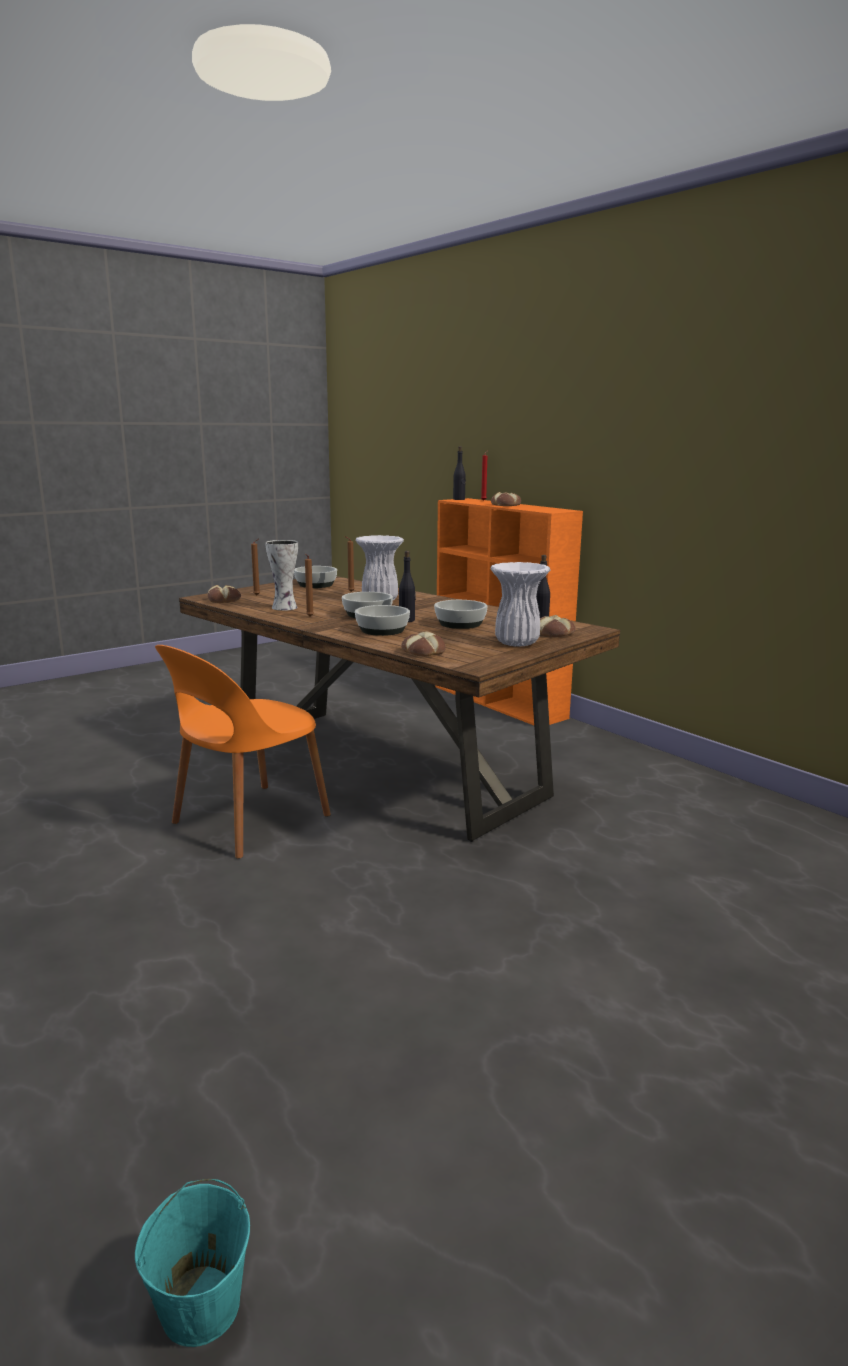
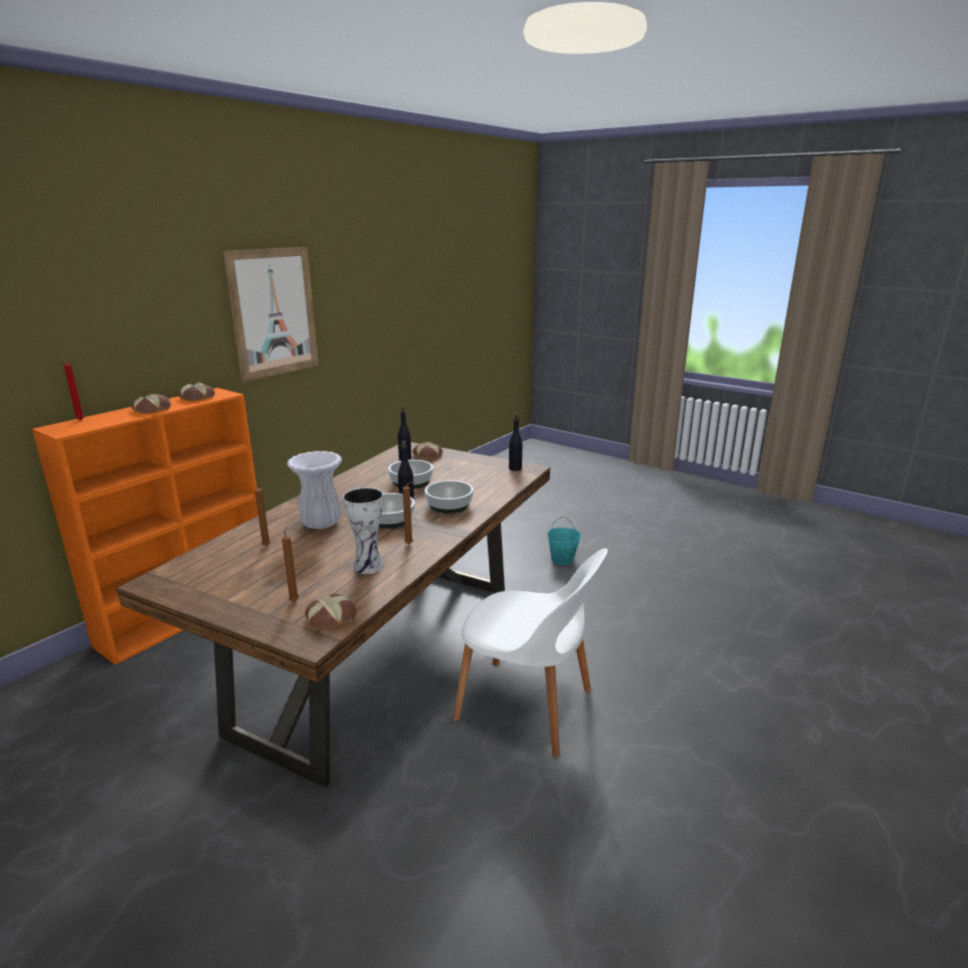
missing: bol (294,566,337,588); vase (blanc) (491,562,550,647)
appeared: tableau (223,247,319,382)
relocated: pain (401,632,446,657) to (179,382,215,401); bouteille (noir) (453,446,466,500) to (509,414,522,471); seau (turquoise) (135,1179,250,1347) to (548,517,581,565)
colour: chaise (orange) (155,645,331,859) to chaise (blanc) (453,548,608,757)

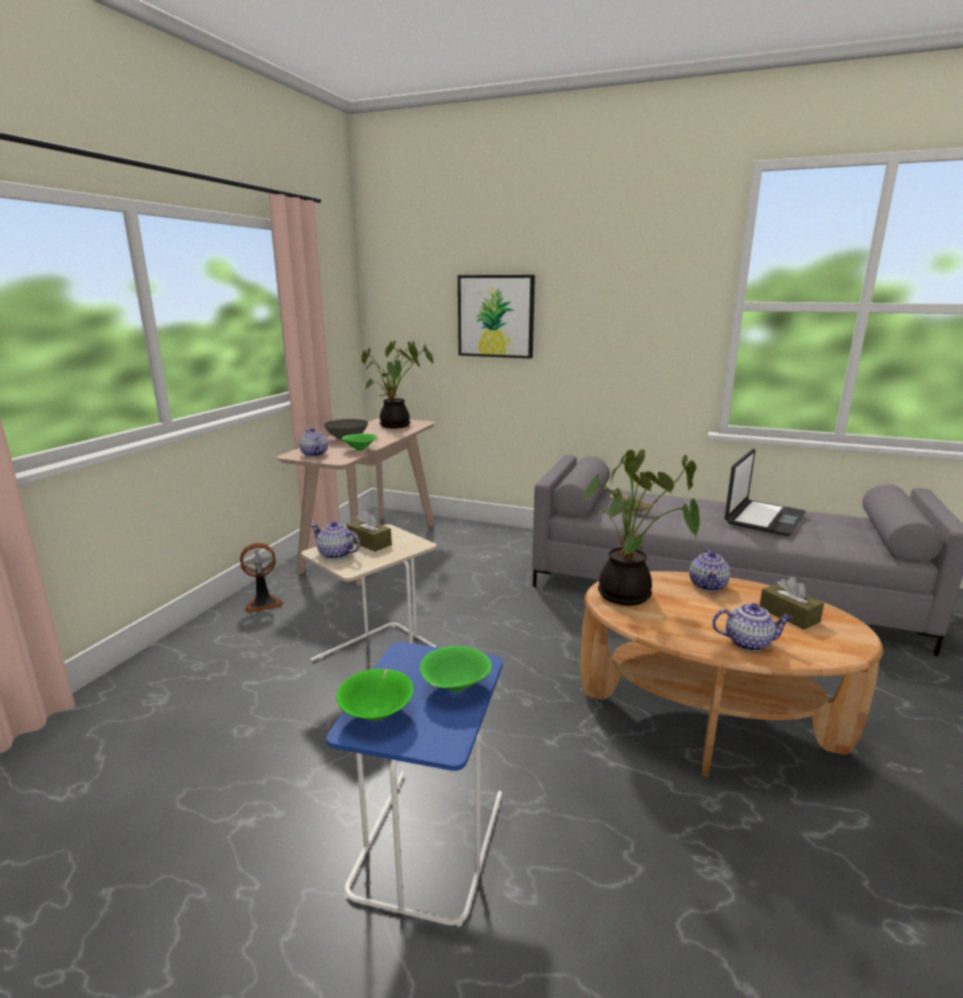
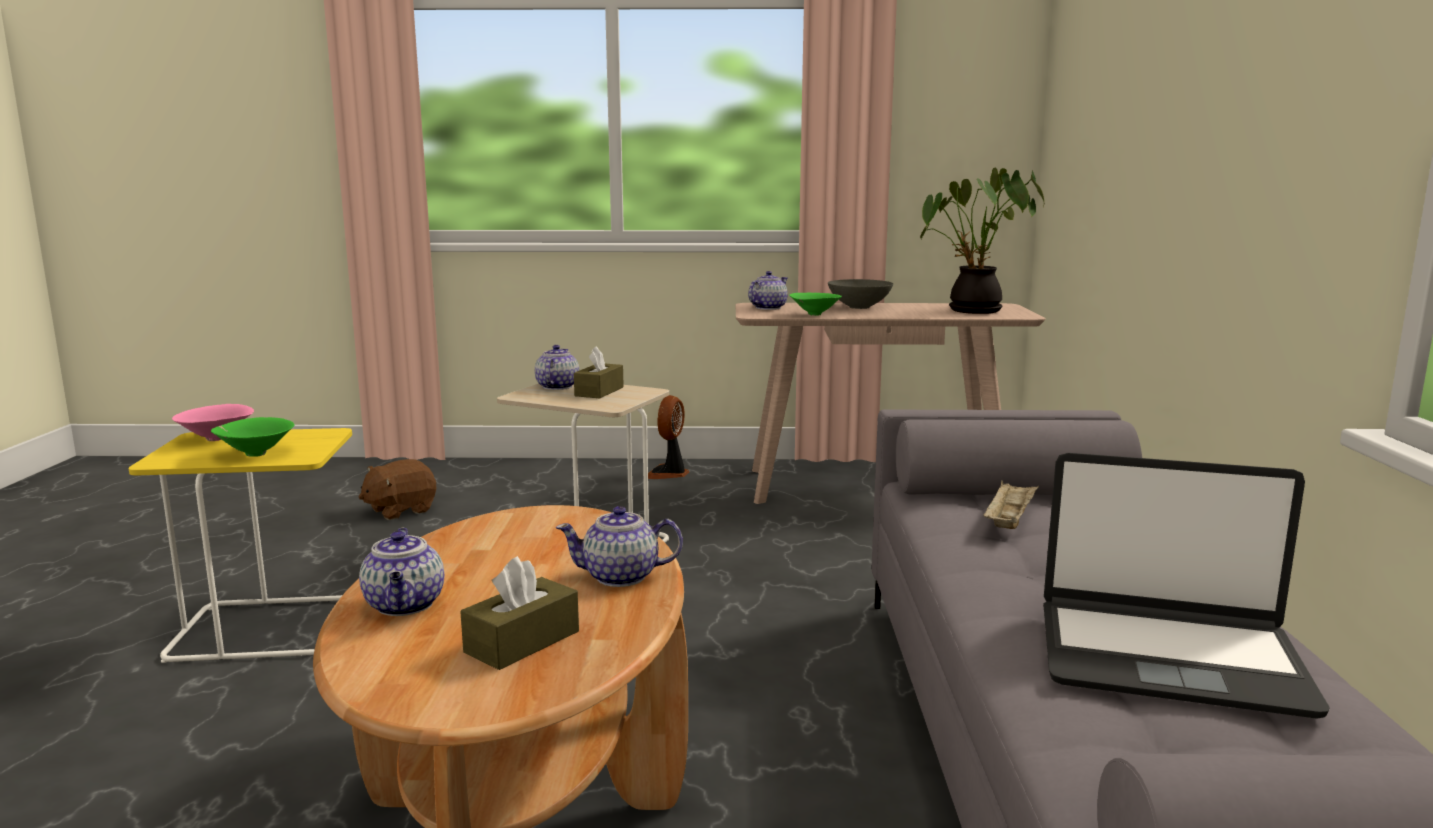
missing: tableau (458,275,535,359); plante en pot (582,449,700,606)
appeared: peluche (marron) (359,459,436,520)
colour: table d'appoint (bleu) (326,642,503,927) to table d'appoint (jaune) (128,428,352,663); bol (vert) (336,669,413,721) to bol (rose) (172,404,254,441)
spun: ventilateur (240,543,283,613) = (648,395,689,479) 60 degrees clockwise

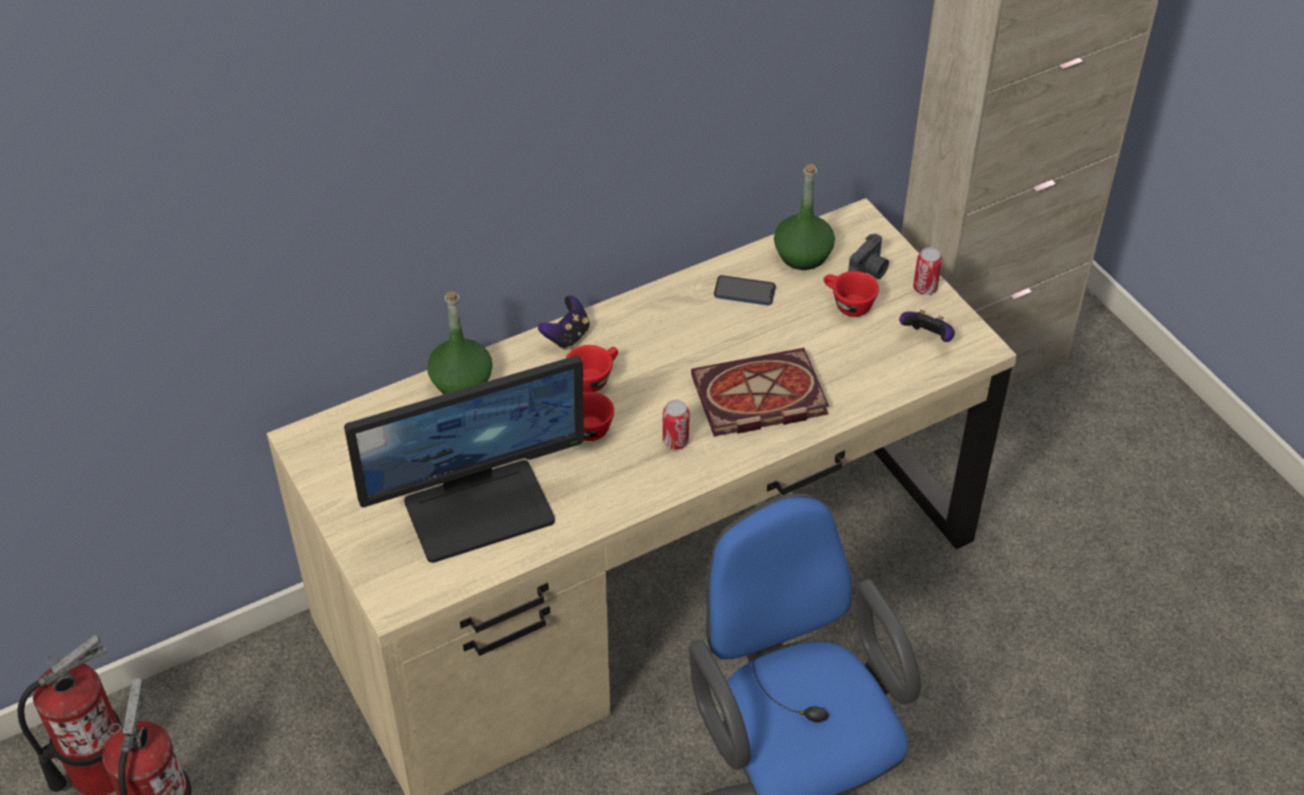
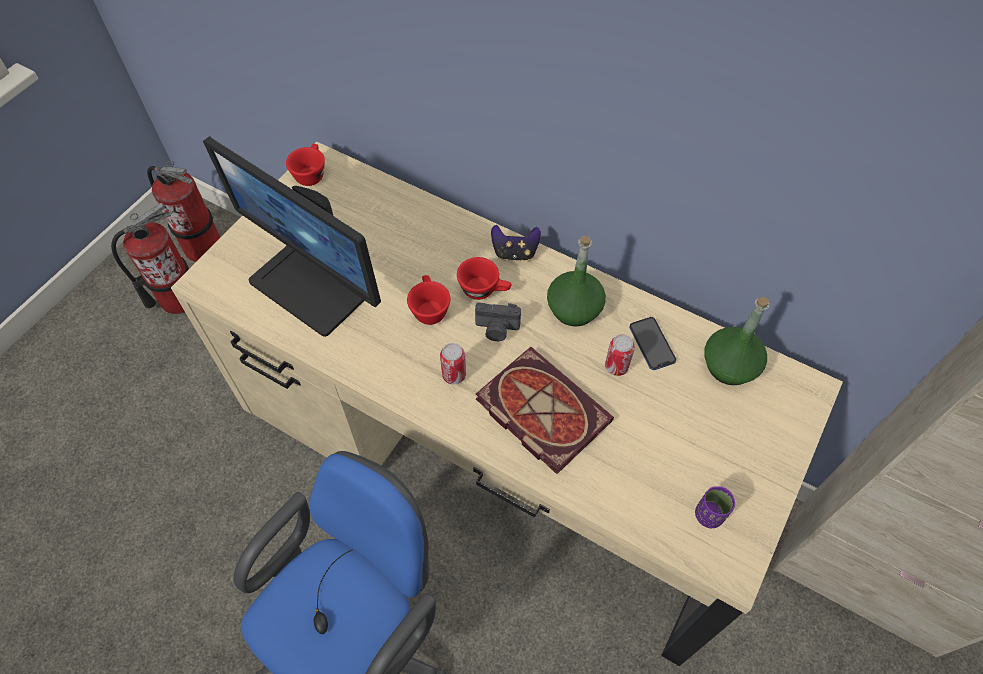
relocated: tasse (rouge) (824,271,879,317) to (286,144,325,186); appareil photo (848,234,889,279) to (475,303,521,341); bouteille (vert) (427,291,493,394) to (547,236,606,327); boîte métallique (913,247,942,295) to (605,334,635,376)
exchanged: manette (899,310,955,342) to tasse (violet) (695,486,735,528)

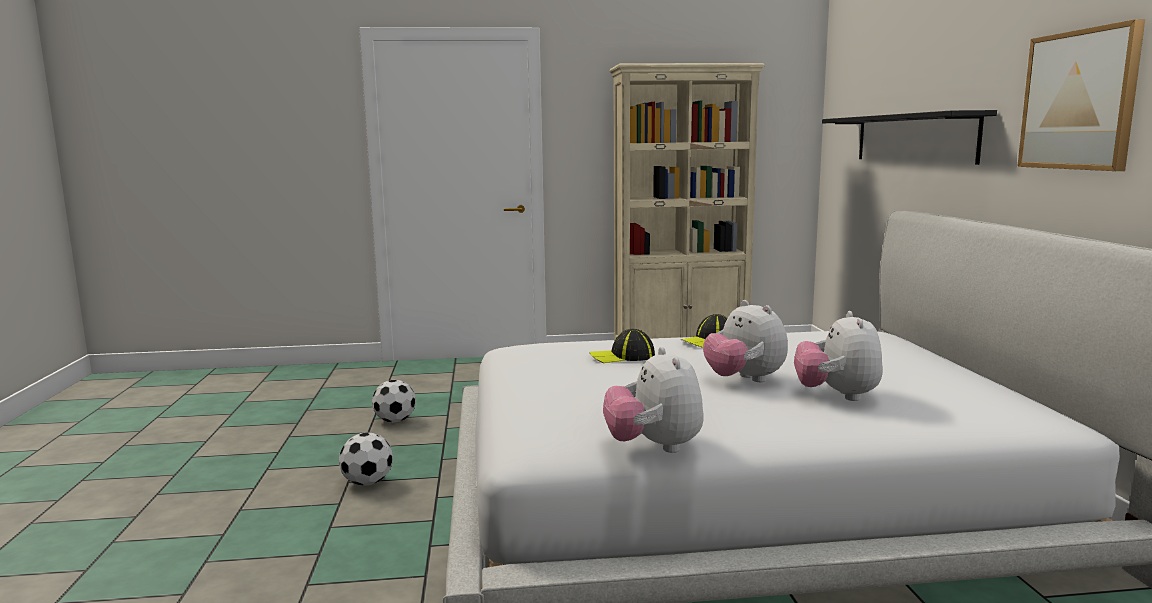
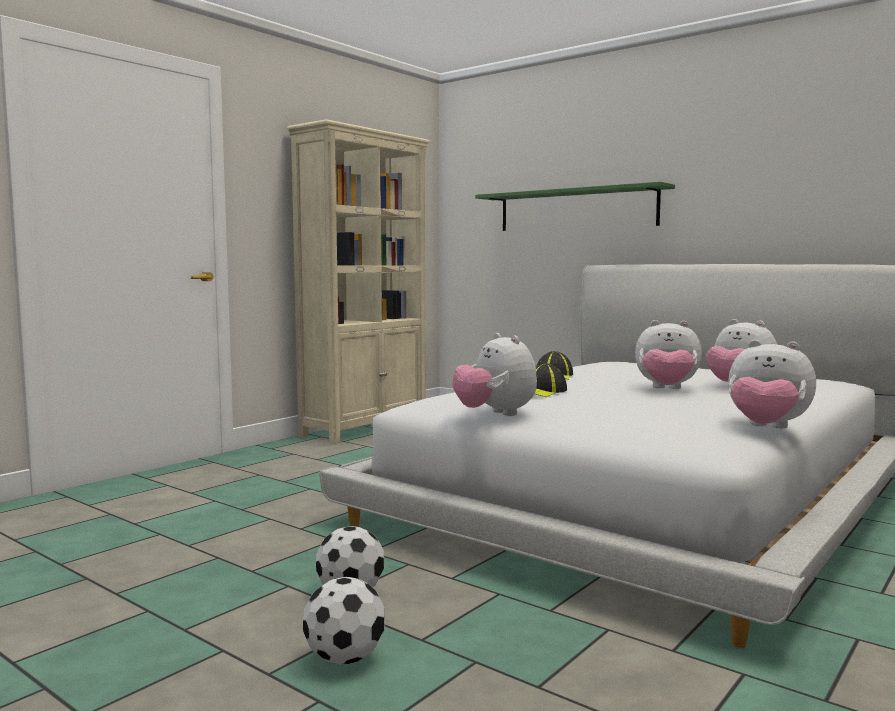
missing: tableau (1017,19,1145,171)
appeared: peluche (453,333,537,416)
relocated: ballon de foot (372,380,416,423) to (303,577,385,664)
colour: étagère (noir) (822,110,997,165) to étagère (vert) (475,182,675,231)

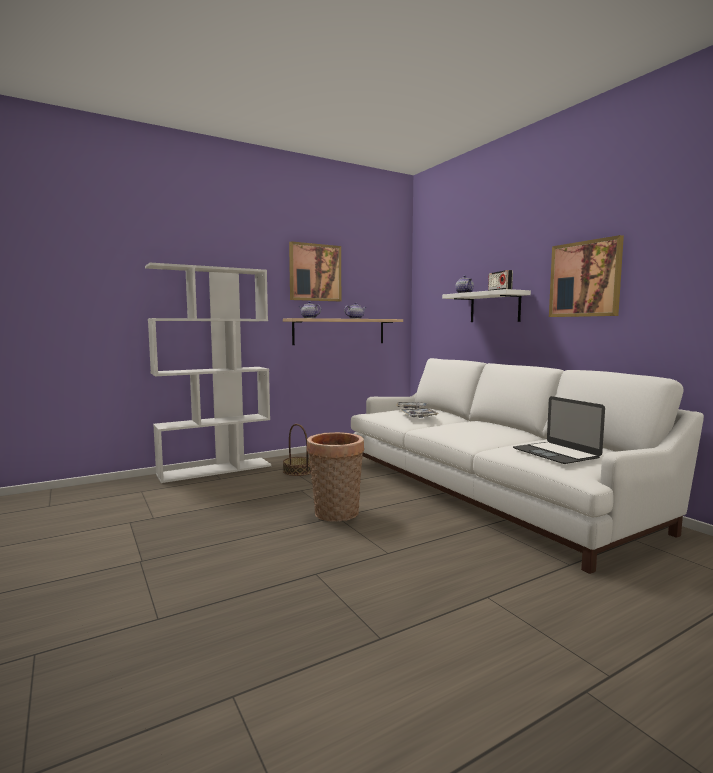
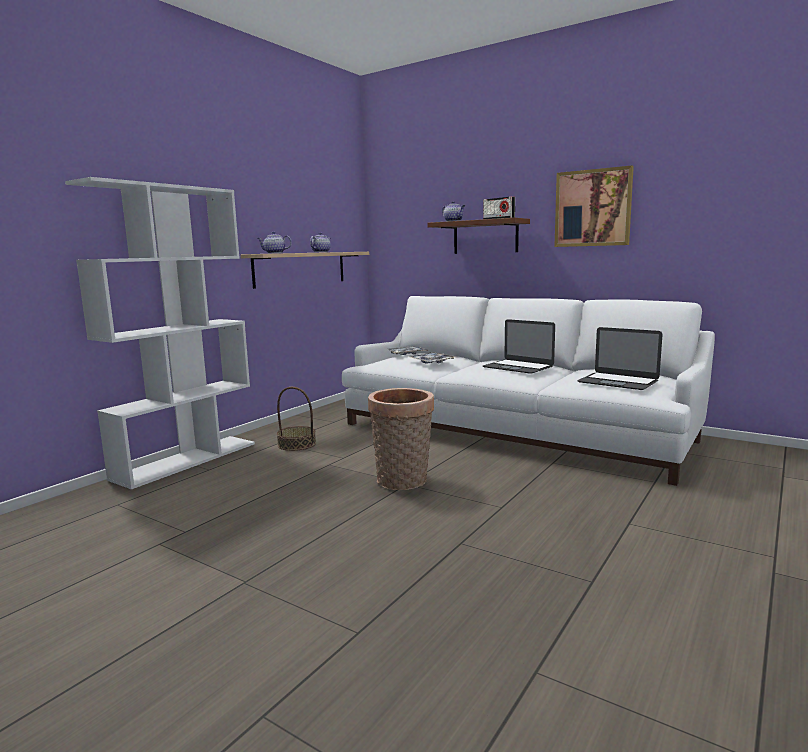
missing: tableau (289,241,341,301)
appeared: ordinateur portable (483,319,555,374)
colour: étagère (blanc) (442,289,531,322) to étagère (marron) (428,218,530,254)

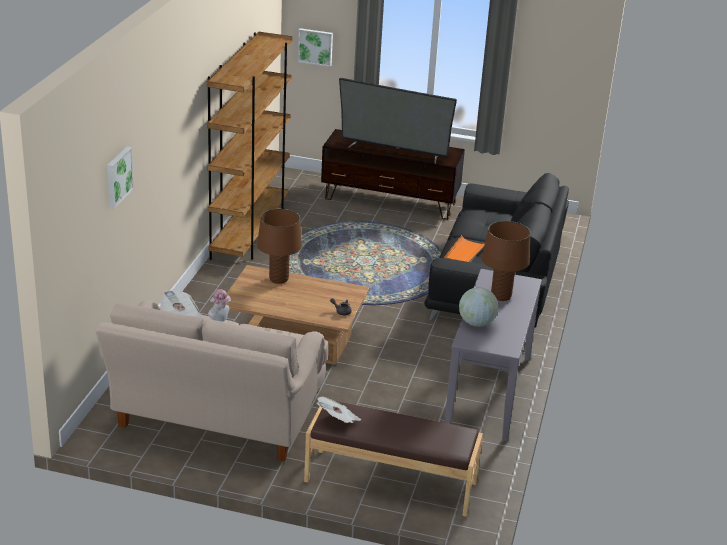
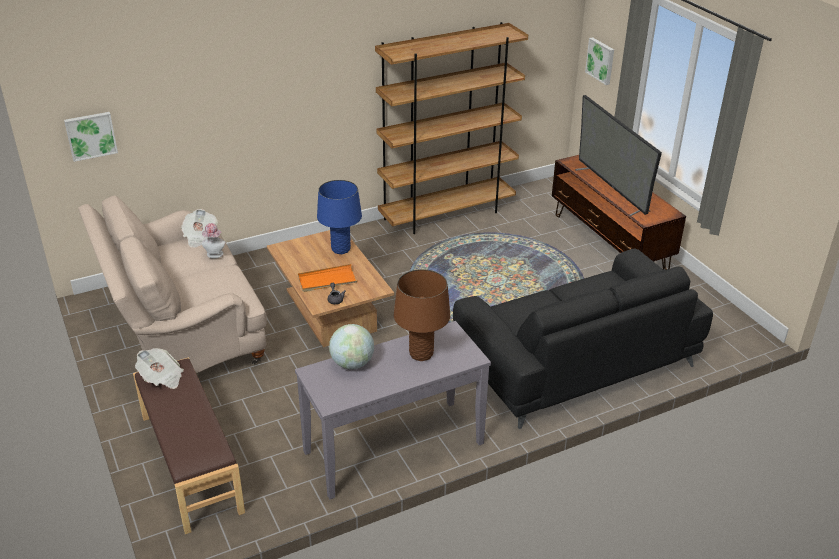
relocated: tableau (107,146,134,208) to (64,112,118,162); plateau (orange) (444,235,485,262) to (298,264,358,292)
colour: lampe de table (marron) (257,209,302,284) to lampe de table (bleu) (317,180,362,254)

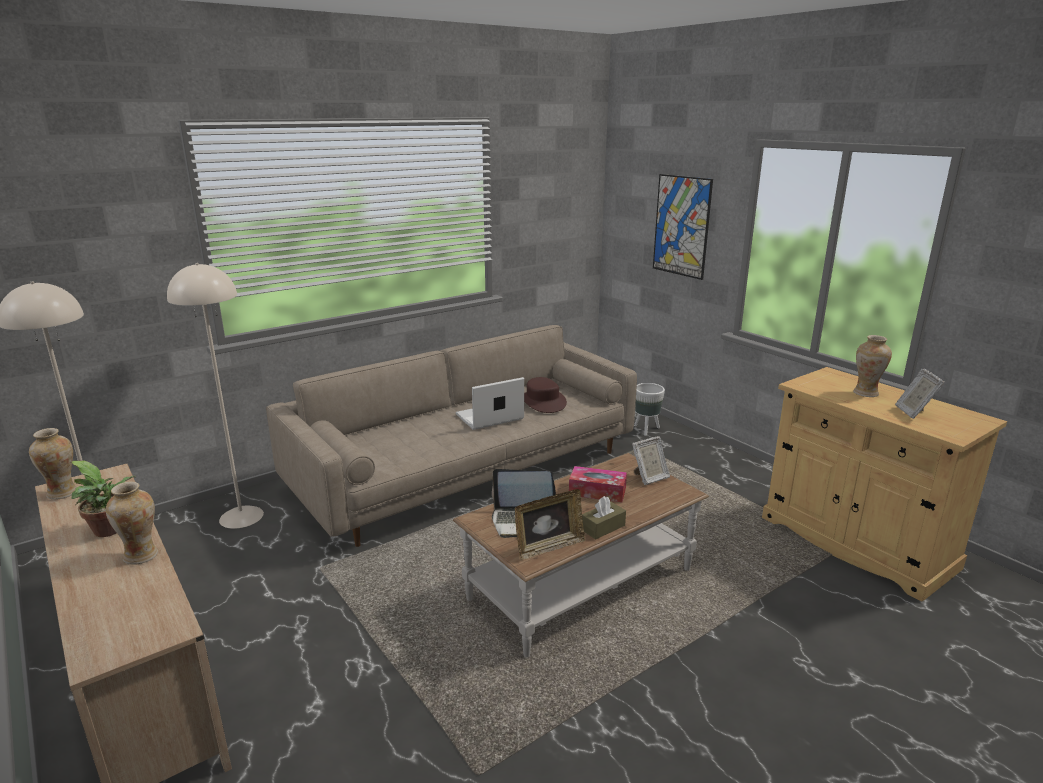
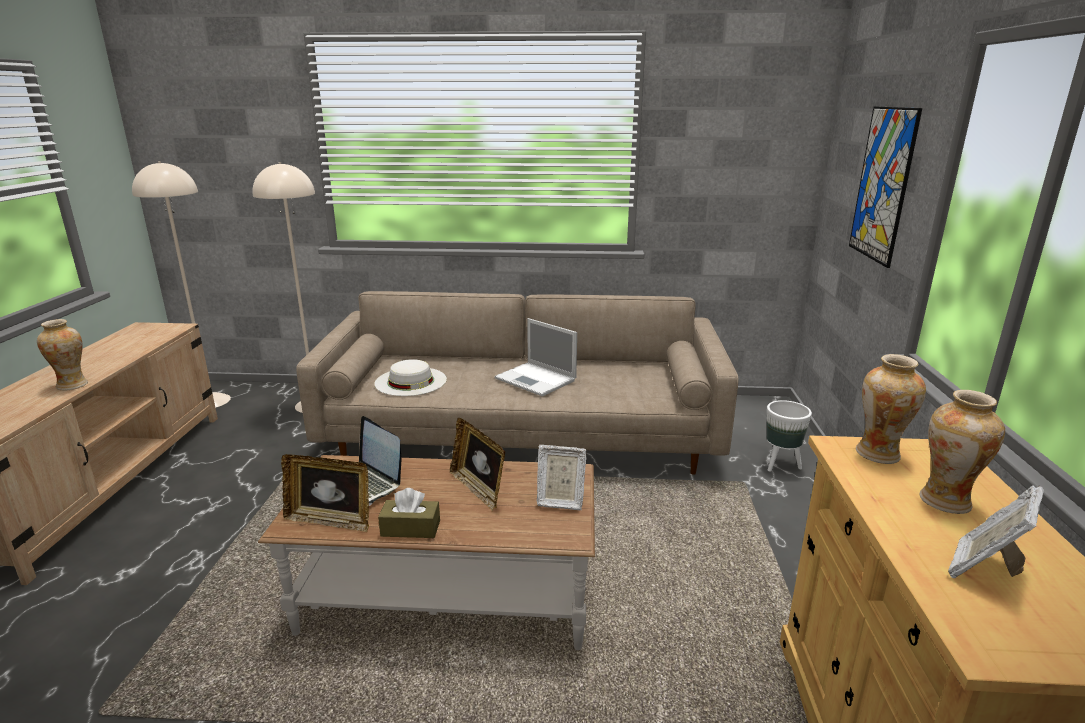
missing: plante en pot (71,460,136,537); chapeau (marron) (524,377,567,413)
appeared: chapeau (blanc) (374,359,447,396)
relocated: vase (29,428,77,500) to (856,354,926,464)
exchanged: boîte à mouchoirs (569,466,627,502) to cadre photo (450,418,505,511)
spun: ordinateur portable (456,377,524,430) = (495,318,577,396) 150 degrees counterclockwise

